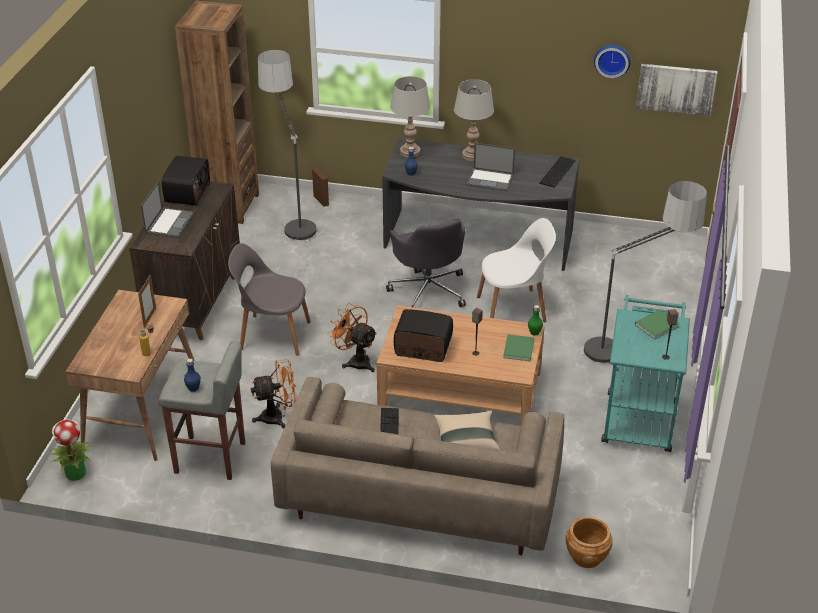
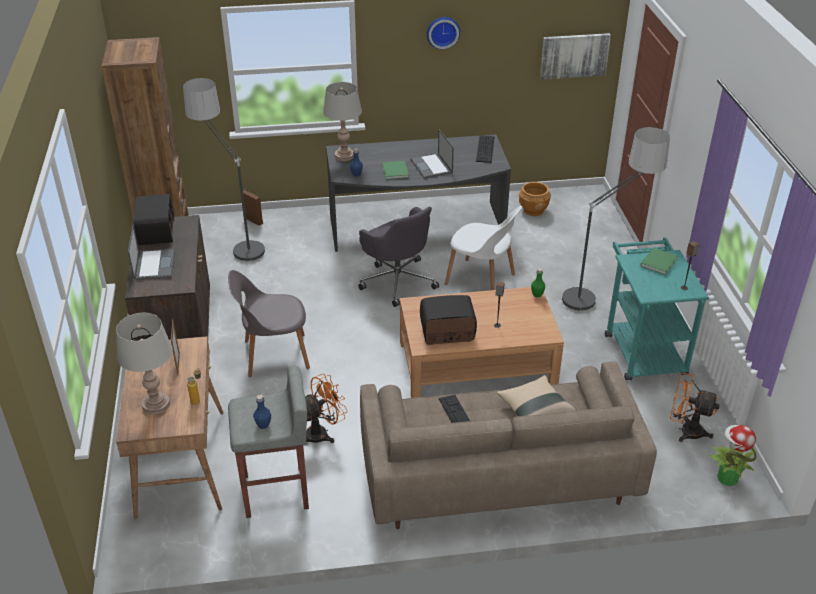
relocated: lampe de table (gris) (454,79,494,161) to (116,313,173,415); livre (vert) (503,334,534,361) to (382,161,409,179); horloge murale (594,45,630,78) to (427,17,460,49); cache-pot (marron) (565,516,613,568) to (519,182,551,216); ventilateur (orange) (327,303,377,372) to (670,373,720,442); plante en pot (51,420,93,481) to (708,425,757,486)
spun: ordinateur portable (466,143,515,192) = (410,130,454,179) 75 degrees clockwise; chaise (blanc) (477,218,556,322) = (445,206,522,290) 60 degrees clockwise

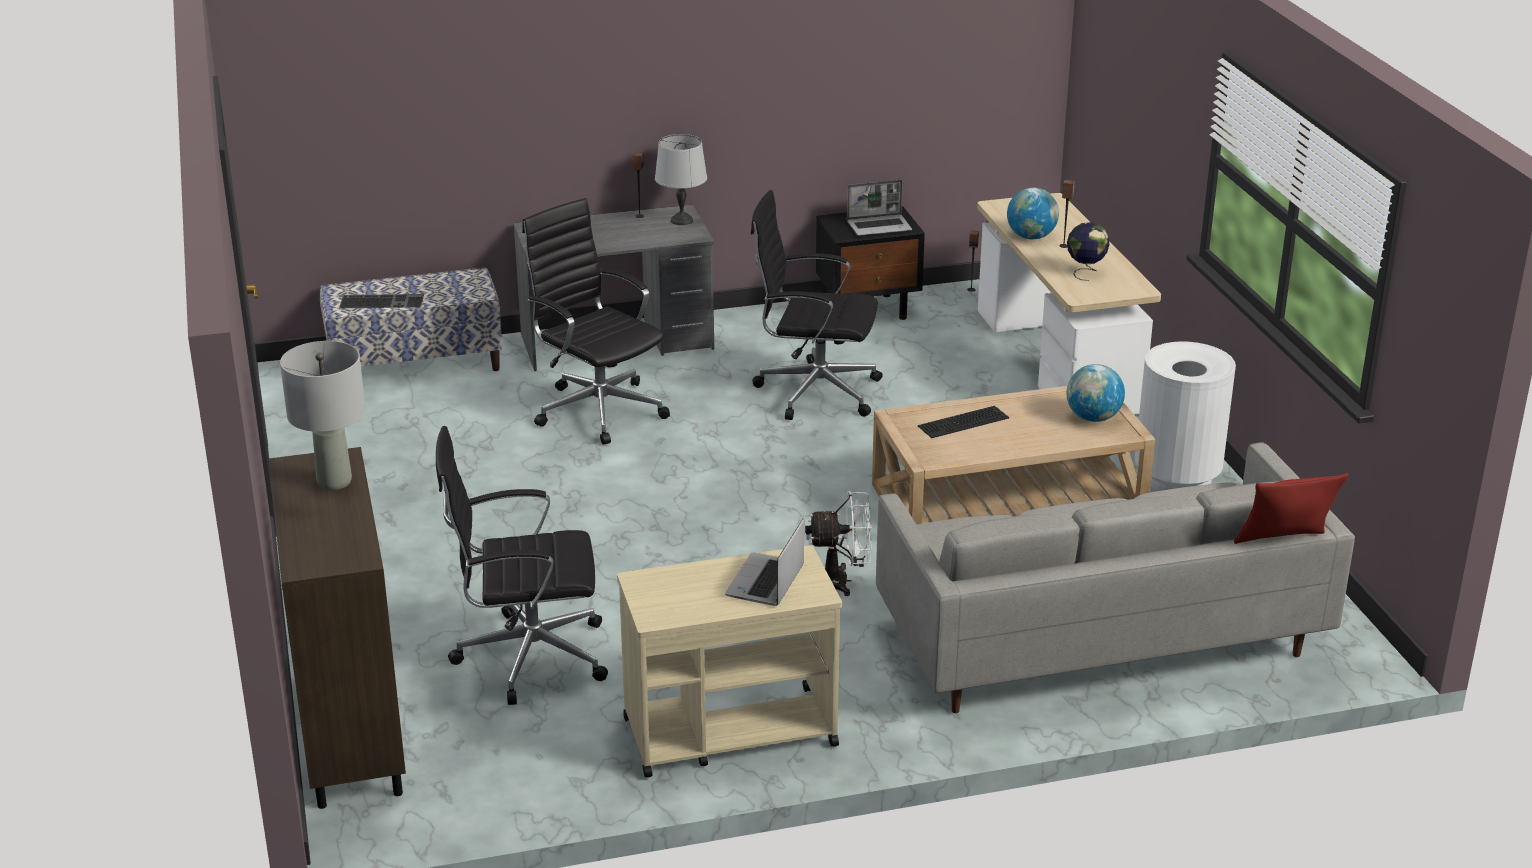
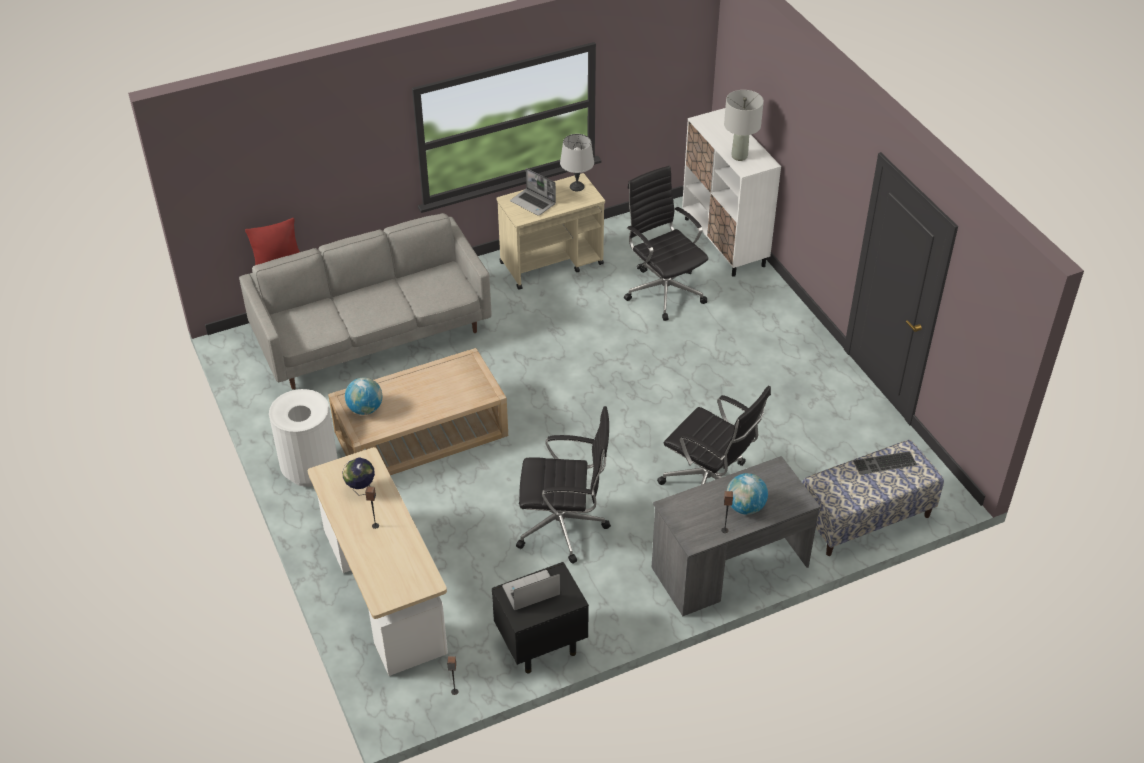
missing: ventilateur (blanc) (805,491,872,596); clavier (918,406,1009,438)
relocated: lampe de table (gris) (655,134,707,225) to (560,134,594,191); globe (1007,188,1059,239) to (727,473,768,515)
colour: meuble de rangement (marron) (268,447,406,809) to meuble de rangement (blanc) (682,108,781,277)
spun: ordinateur portable (725,518,804,606) = (510,168,556,216) 120 degrees clockwise; chaise de bureau (noir) (436,426,608,705) = (624,166,708,321) 105 degrees counterclockwise

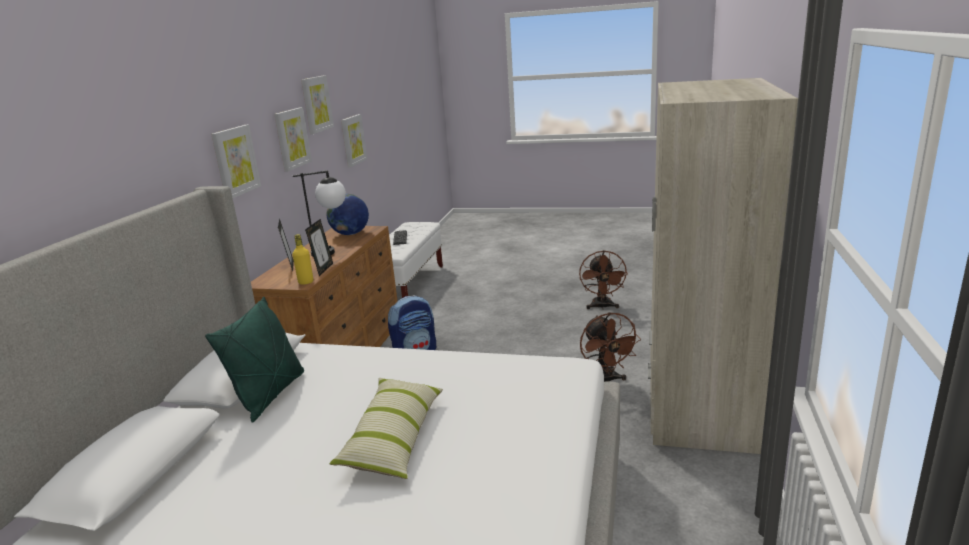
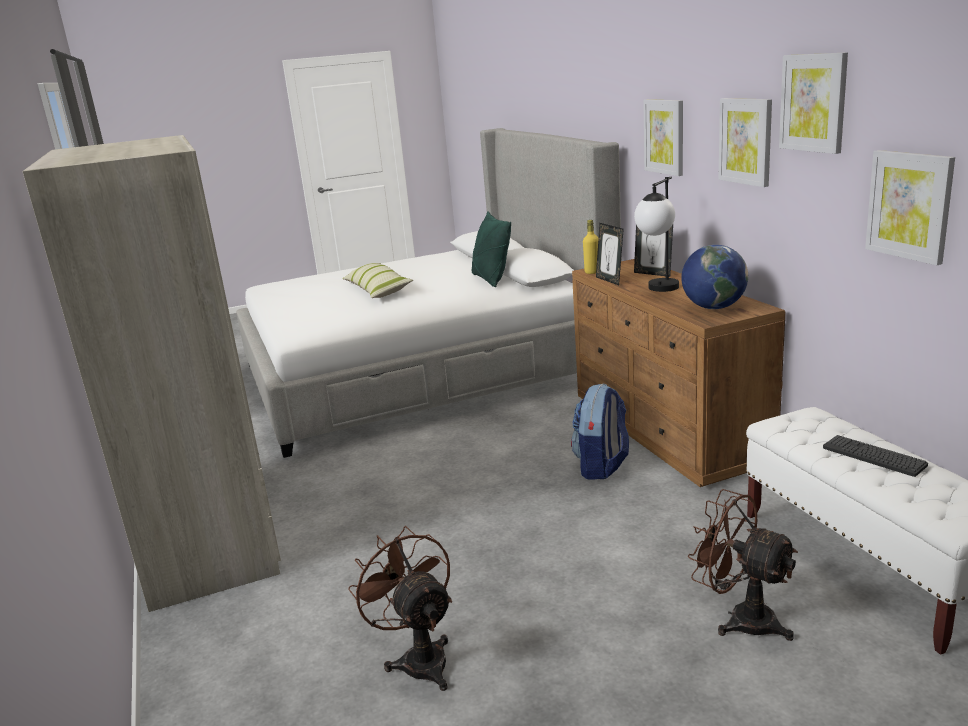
relocated: ventilateur (marron) (580,312,641,382) to (688,489,798,641)

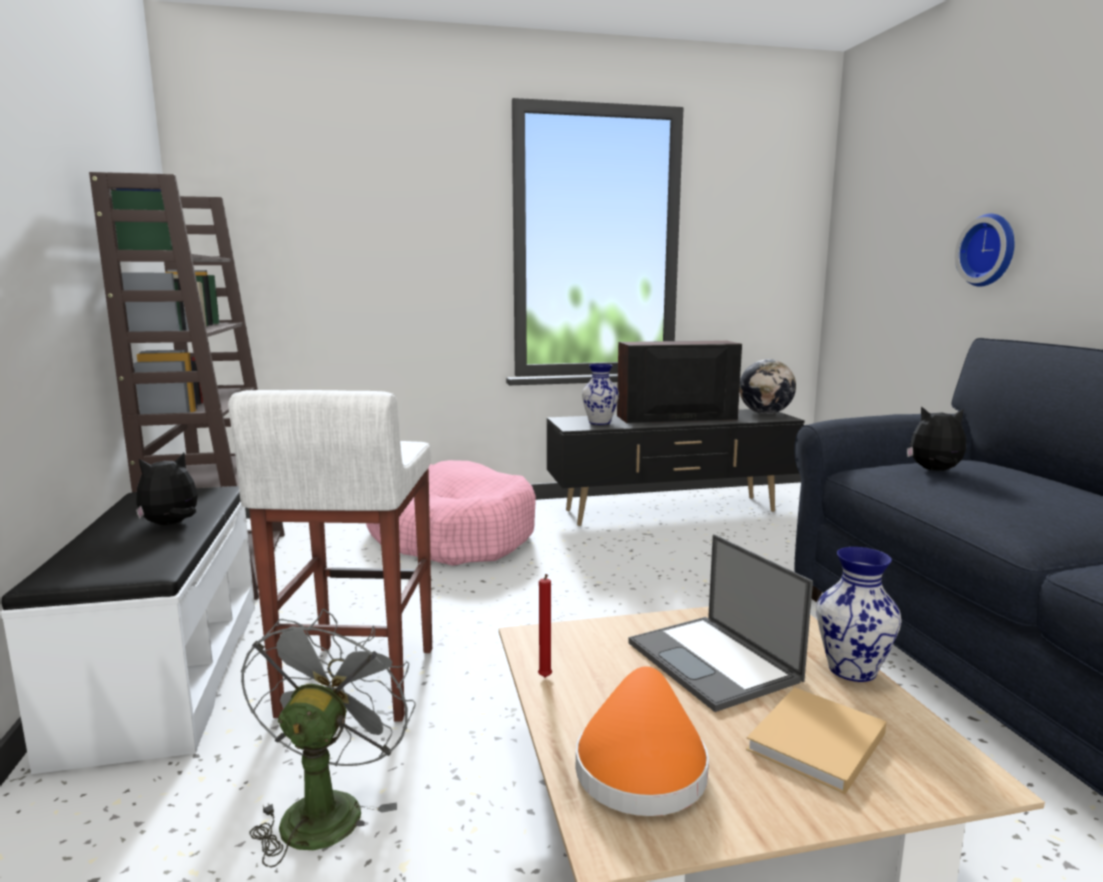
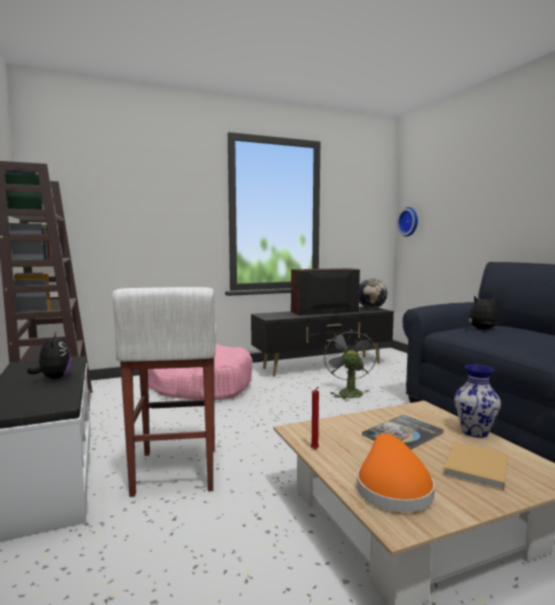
missing: vase (582,364,619,425)
relocated: ventilateur (gris) (241,609,415,868) to (324,329,377,401); horloge murale (955,214,1015,287) to (397,207,418,237)
exchanged: ordinateur portable (628,534,813,712) to livre (362,415,443,449)
spun: peluche (136,453,198,525) = (27,333,72,379) 120 degrees clockwise

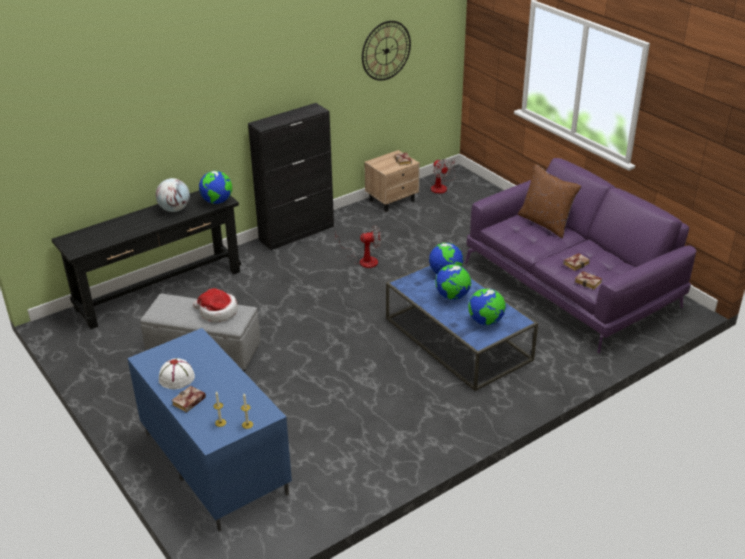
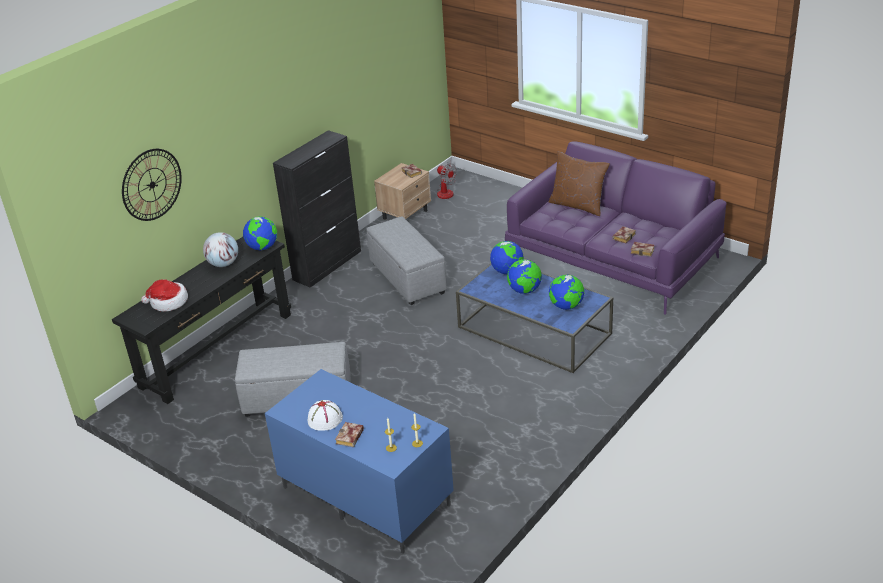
relocated: horloge murale (362,21,411,81) to (122,149,182,221); chapeau (193,288,238,322) to (141,279,188,312)
exchanged: ventilateur (335,225,381,268) to pouf (gris) (366,216,447,305)

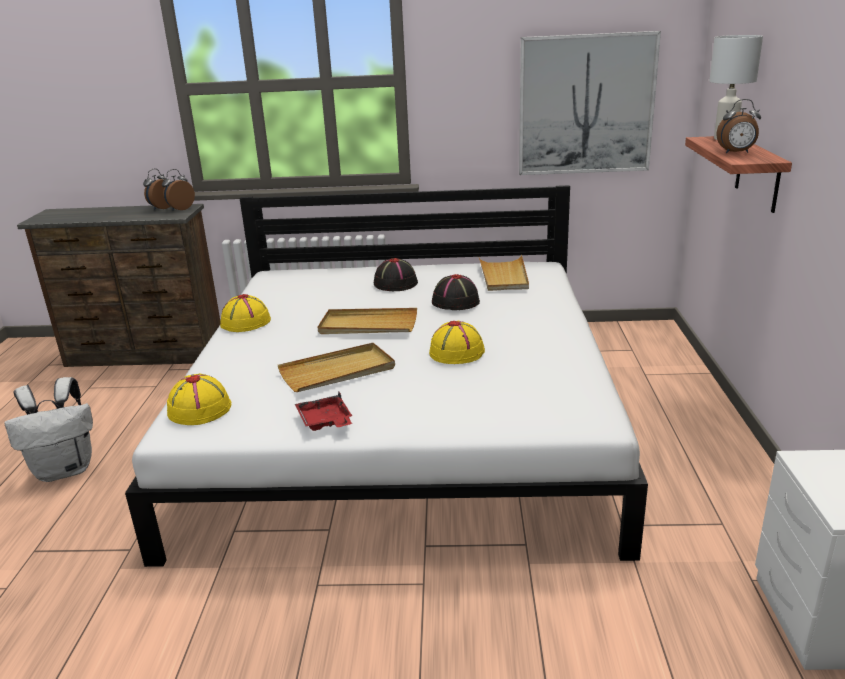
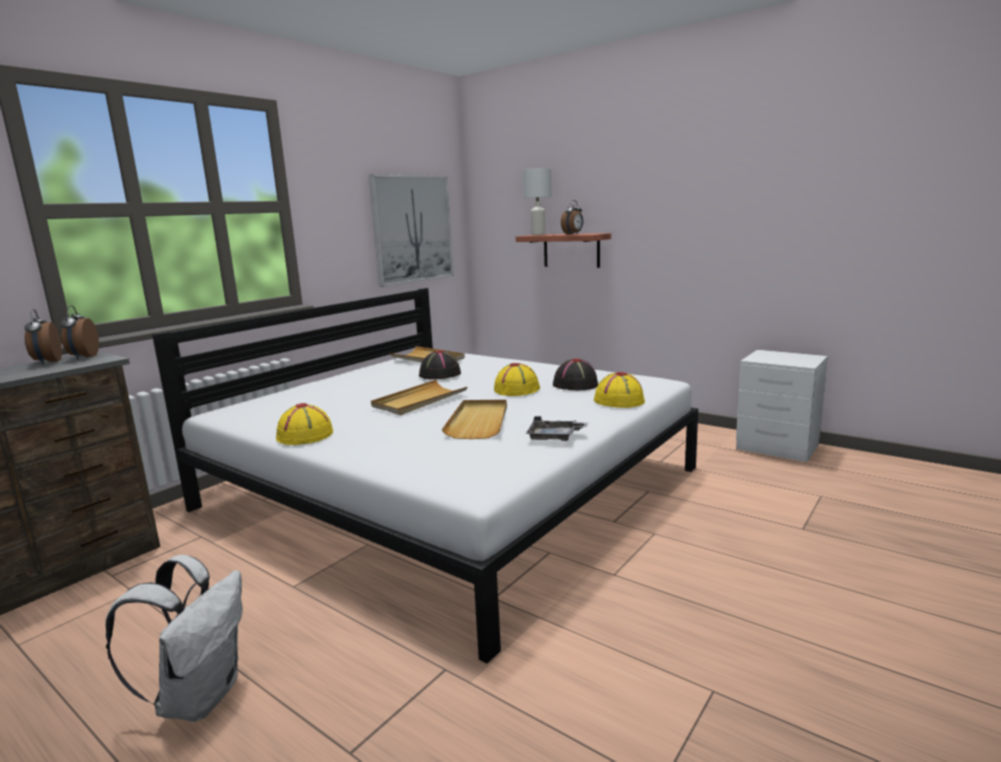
relocated: chapeau (noir) (374,258,418,291) to (553,359,598,390); chapeau (jaune) (167,374,231,425) to (594,372,645,408)
colour: plateau (rouge) (295,392,352,431) to plateau (gris) (526,416,588,441)

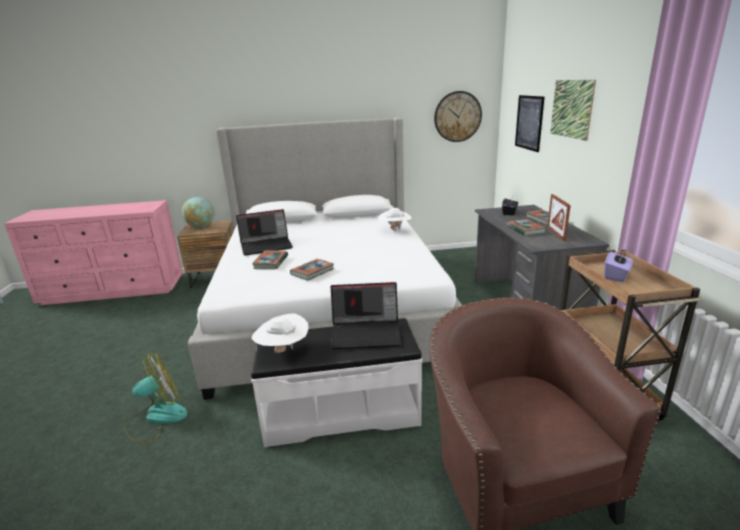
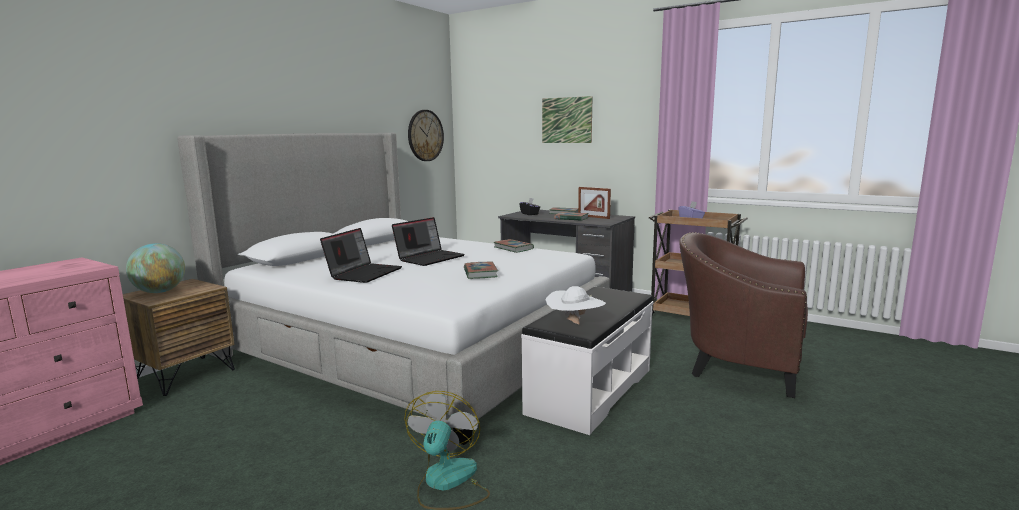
missing: chapeau (blanc) (378,208,412,231); tableau (515,95,544,152)
relocated: ordinateur portable (330,282,401,349) to (392,217,465,266); livre (252,250,288,269) to (493,239,534,253)

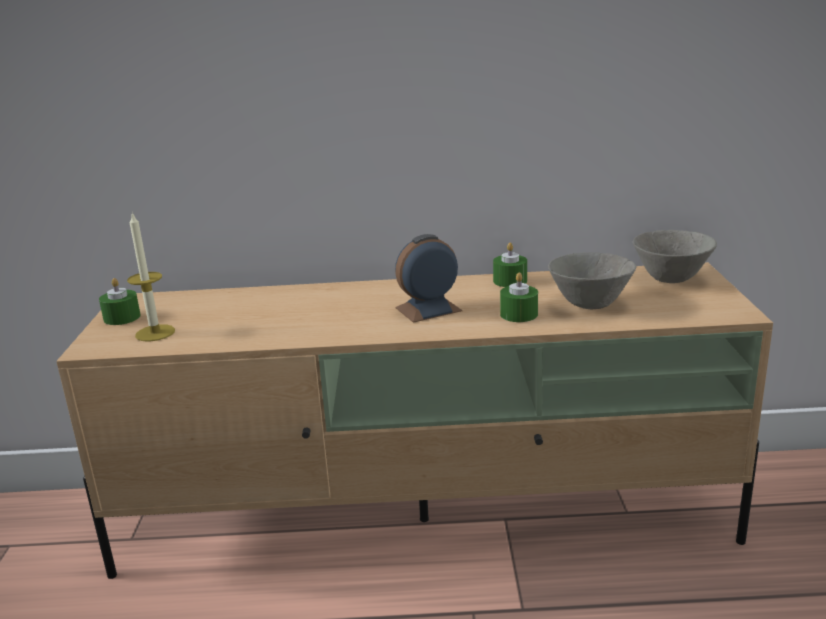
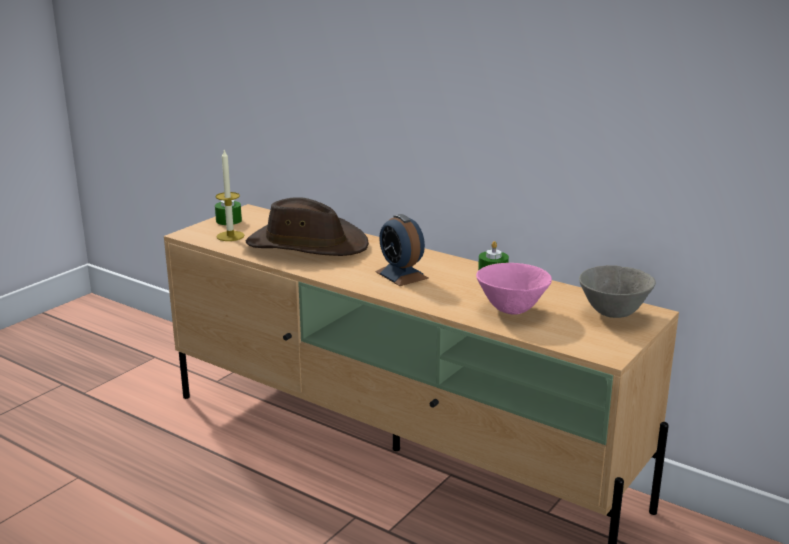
missing: bougie (vert) (500,272,538,322)
appeared: chapeau (marron) (246,197,369,256)
colour: bol (gris) (548,252,636,309) to bol (rose) (476,263,552,315)
spun: réveil (395,234,462,323) = (375,214,429,286) 135 degrees counterclockwise

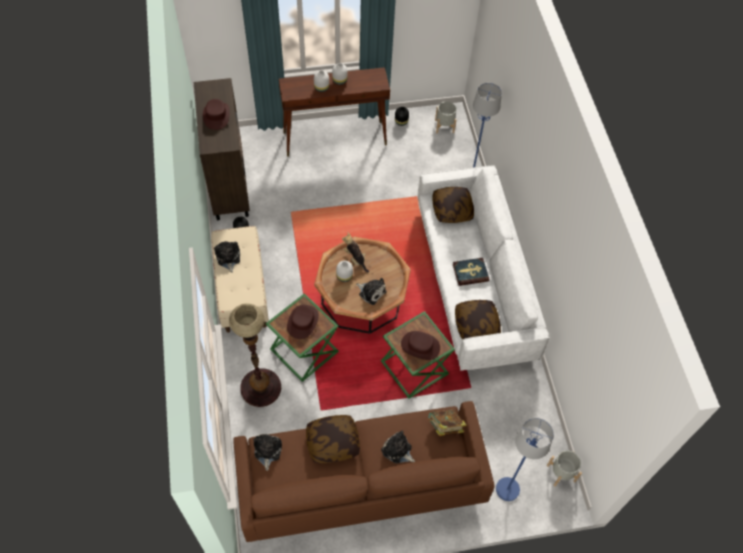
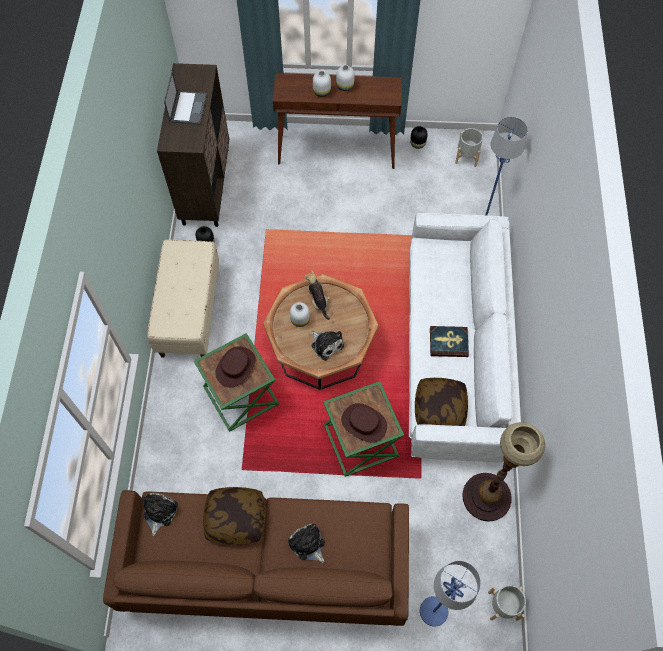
missing: peluche (214,241,240,273); livre (427,409,466,436); coussin (433,187,474,223)
relocated: lampadaire (229,303,281,407) to (462,422,545,521)
exchanged: chapeau (marron) (203,99,230,130) to ordinateur portable (164,71,207,125)

